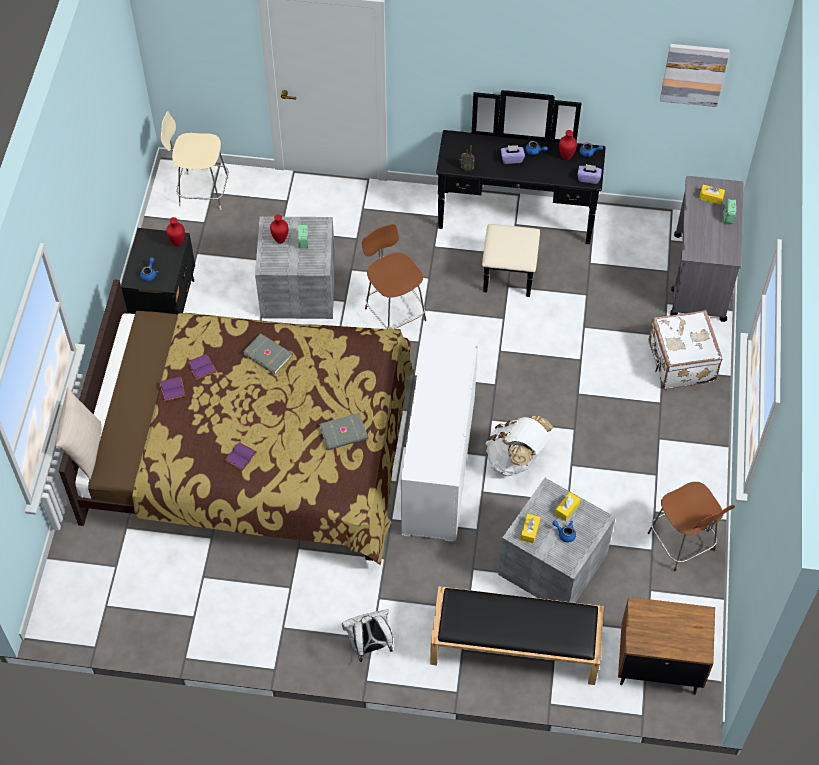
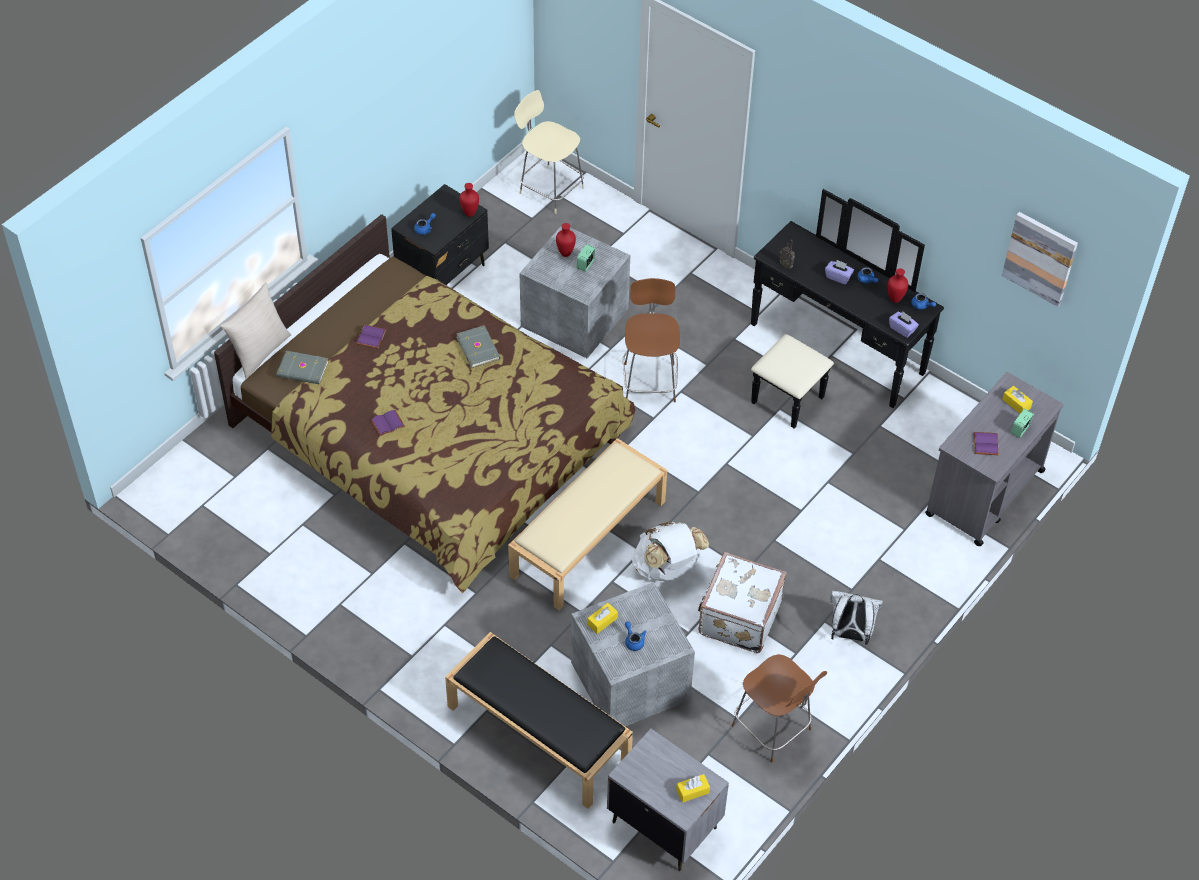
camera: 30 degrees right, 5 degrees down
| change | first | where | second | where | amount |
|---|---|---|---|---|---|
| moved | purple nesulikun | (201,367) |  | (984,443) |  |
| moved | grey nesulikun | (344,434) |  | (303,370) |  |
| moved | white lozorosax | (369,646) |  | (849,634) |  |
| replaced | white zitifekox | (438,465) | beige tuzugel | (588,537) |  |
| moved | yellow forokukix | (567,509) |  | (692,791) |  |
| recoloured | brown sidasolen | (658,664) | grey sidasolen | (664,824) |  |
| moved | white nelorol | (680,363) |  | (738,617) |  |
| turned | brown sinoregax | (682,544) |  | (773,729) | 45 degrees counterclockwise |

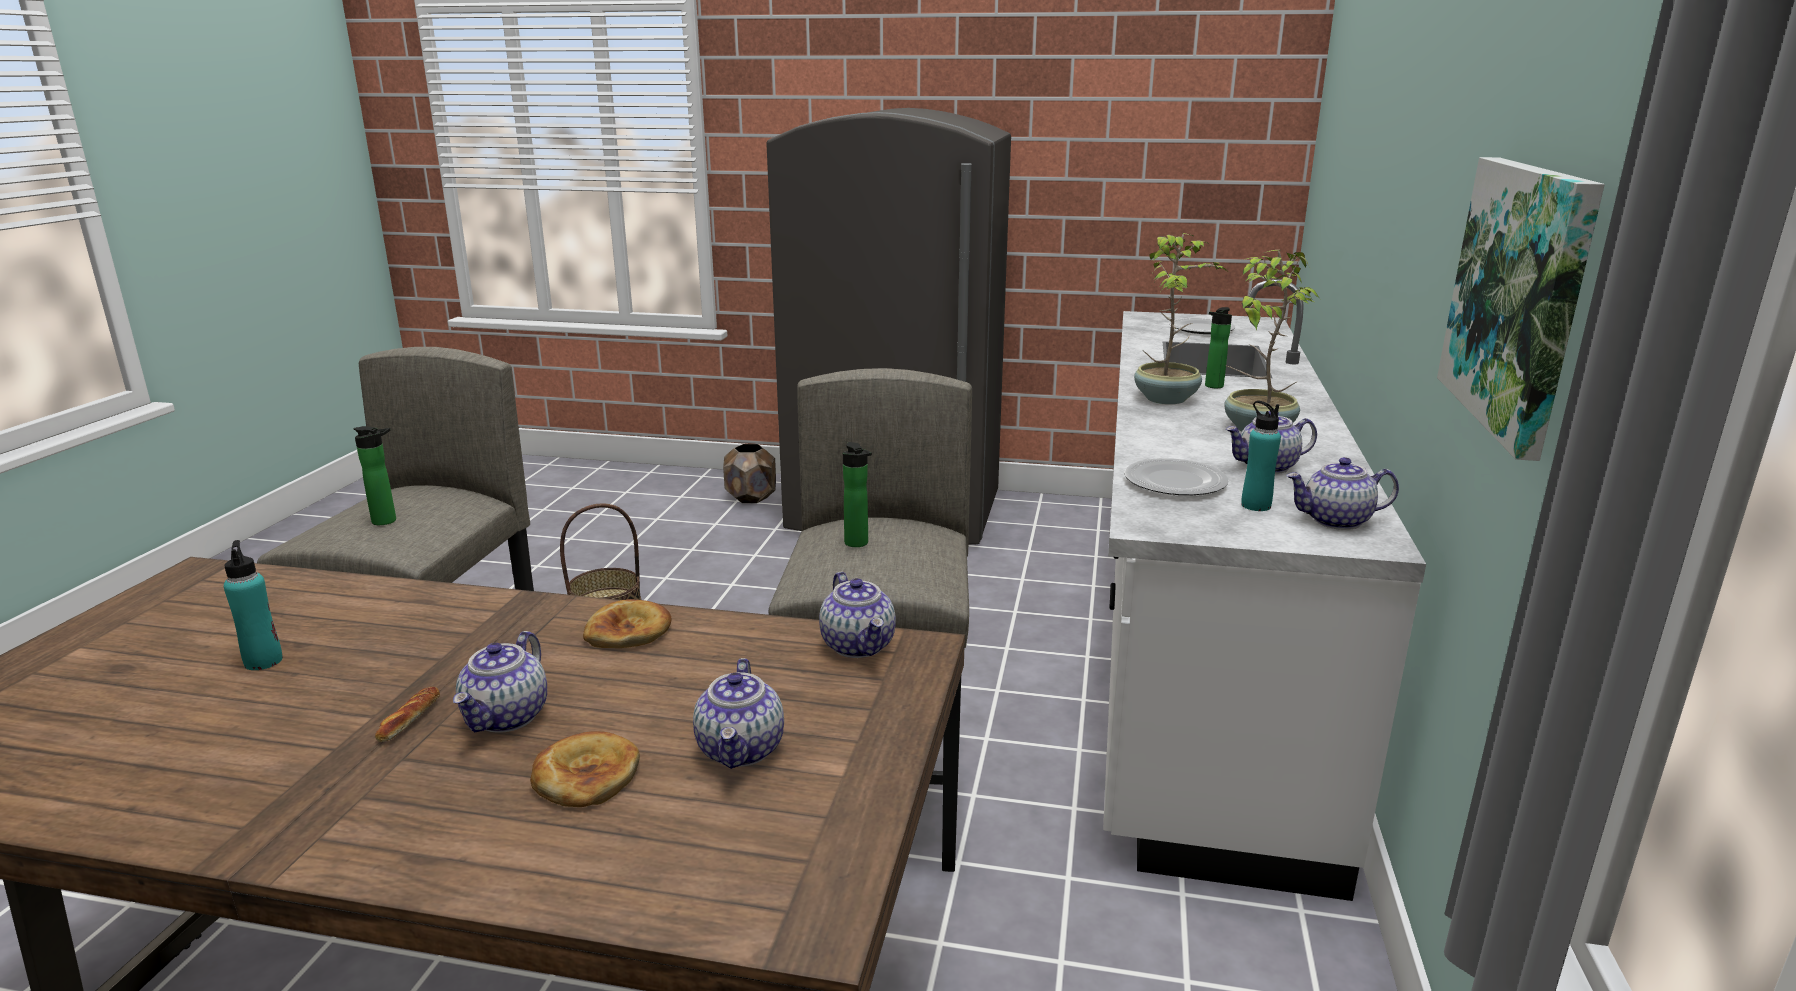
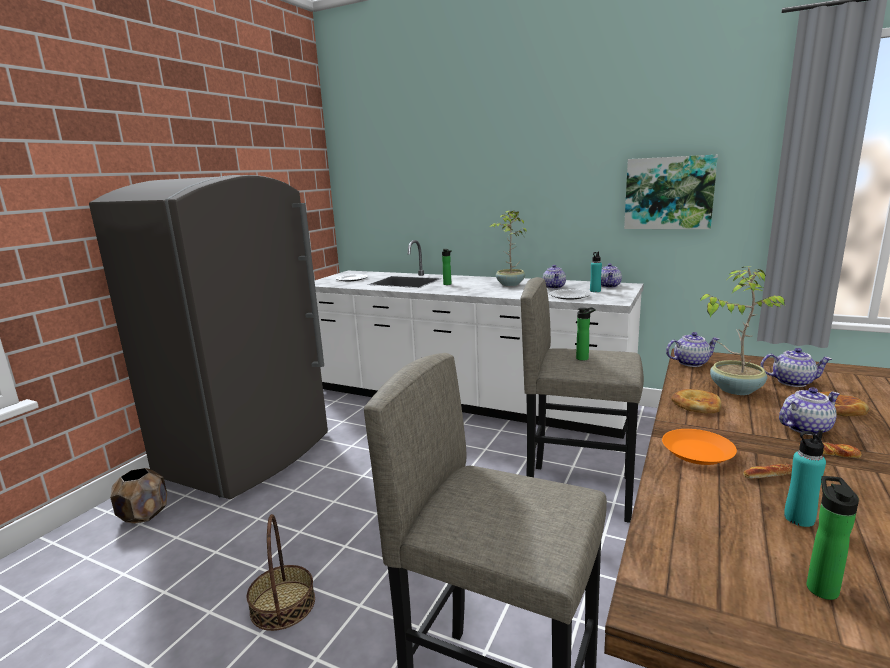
camera: 75 degrees left, 5 degrees down
| change | first | where | second | where | amount |
|---|---|---|---|---|---|
| moved | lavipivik | (388,521) |  | (820,586) |  |
| turned | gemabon | (507,717) |  | (805,428) | 45 degrees counterclockwise |
| moved | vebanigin | (1167,399) |  | (735,389) |  |
| added |  |  | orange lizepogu | (697,452) |  |
| added |  |  | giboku | (769,475) |  |

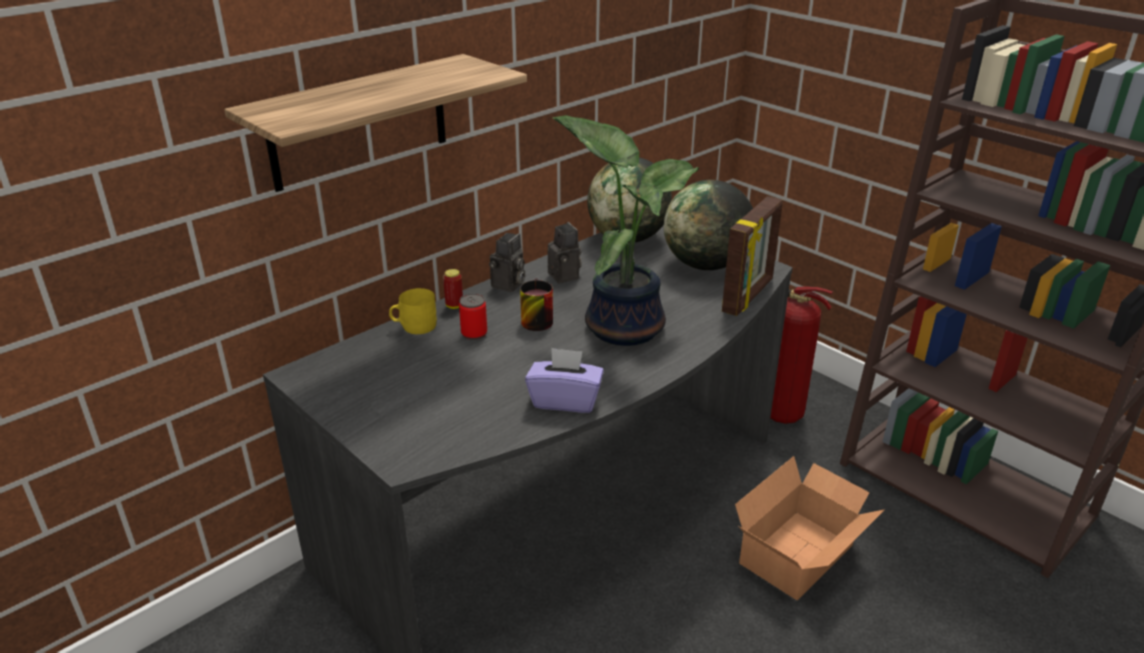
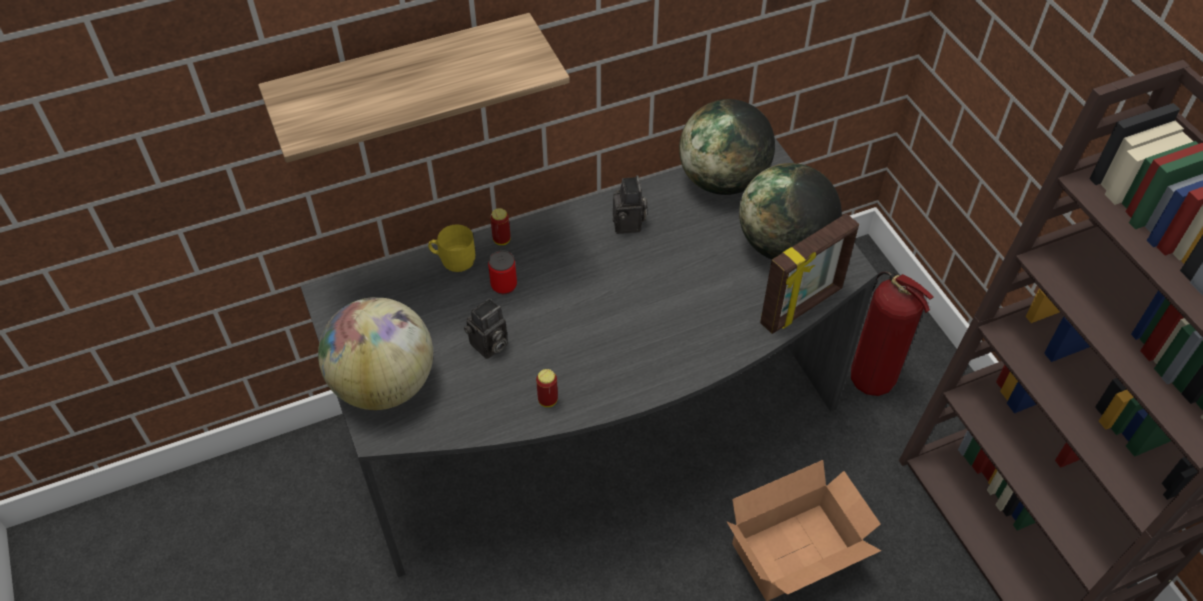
camera: 20 degrees right, 20 degrees up
| change | first | where | second | where | amount |
|---|---|---|---|---|---|
| moved | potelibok | (508,285) |  | (488,346) |  |
| removed | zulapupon | (534,319) |  |  |  |
| replaced | purple forokukix | (565,400) | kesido | (548,400) |  |
| removed | vebanigin | (624,325) |  |  |  |
| added |  |  | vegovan | (384,384) |  |

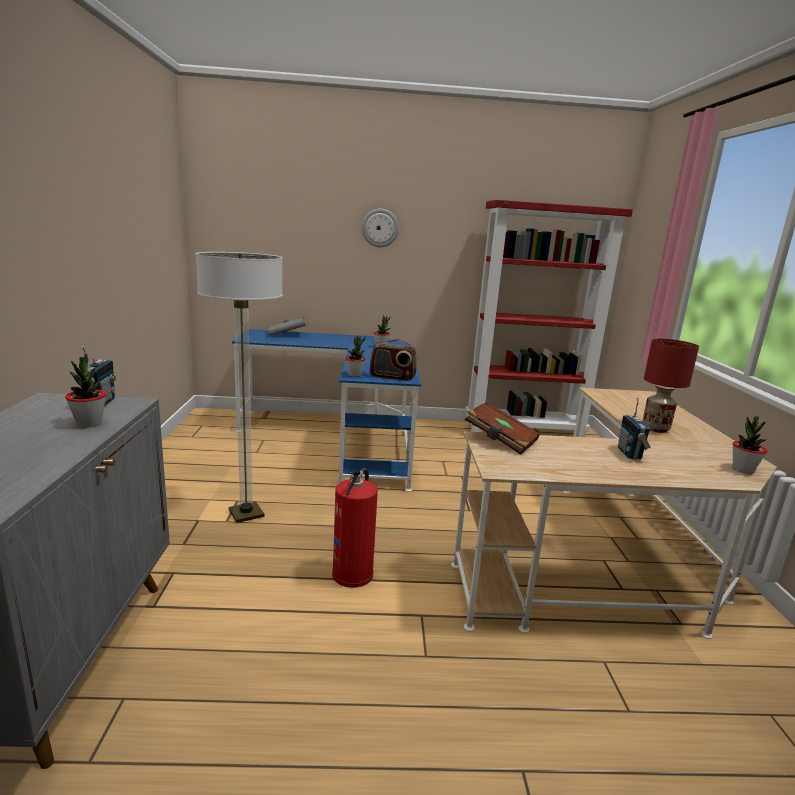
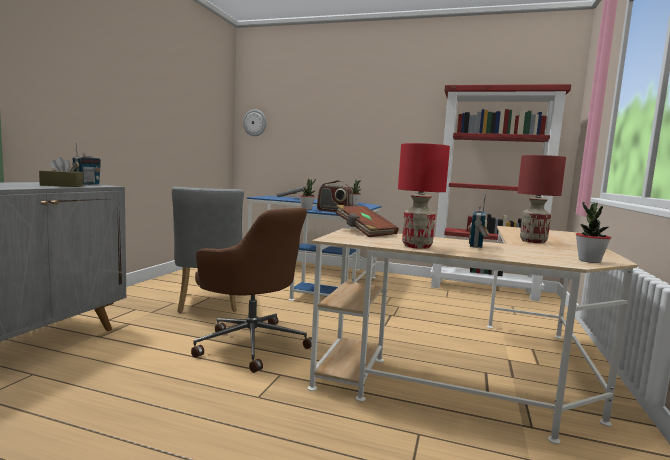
camera: 20 degrees right, 10 degrees down
| change | first | where | second | where | amount |
|---|---|---|---|---|---|
| replaced | vebanigin | (89,423) | brown forokukix | (62,185) |  |
| replaced | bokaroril | (246,513) | grey sinoregax | (208,304) |  |
| replaced | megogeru | (353,573) | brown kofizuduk | (251,344) |  |
| moved | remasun | (380,228) |  | (255,123) |  |
| added |  |  | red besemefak | (416,246) |  |

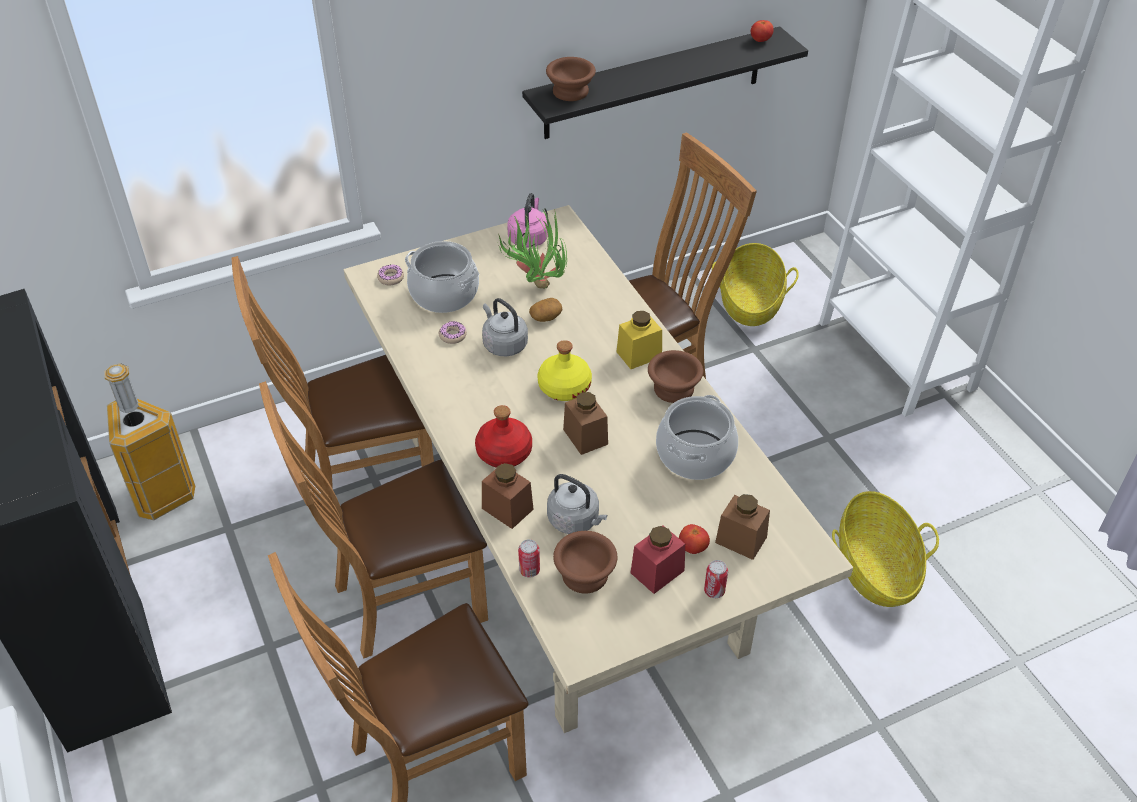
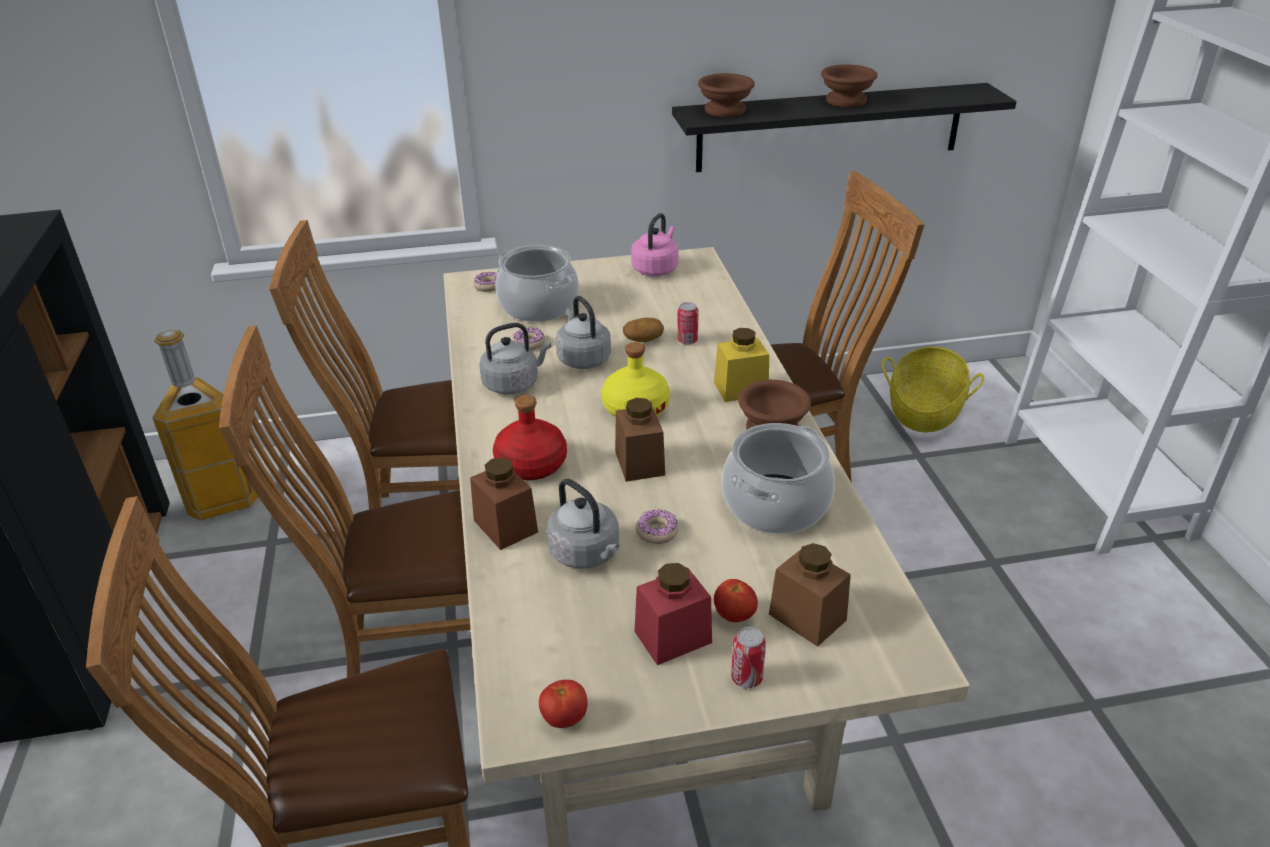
camera: 15 degrees right, 10 degrees down
| change | first | where | second | where | amount |
|---|---|---|---|---|---|
| removed | vebanigin | (535,283) |  |  |  |
| moved | kesido | (529,570) |  | (687,340) |  |
| moved | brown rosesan | (583,575) |  | (844,101) |  |
| moved | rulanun | (760,40) |  | (564,718) |  |
| removed | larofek | (875,568) |  |  |  |
| added |  |  | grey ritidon | (514,383) |  |
| added |  |  | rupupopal | (657,532) |  |

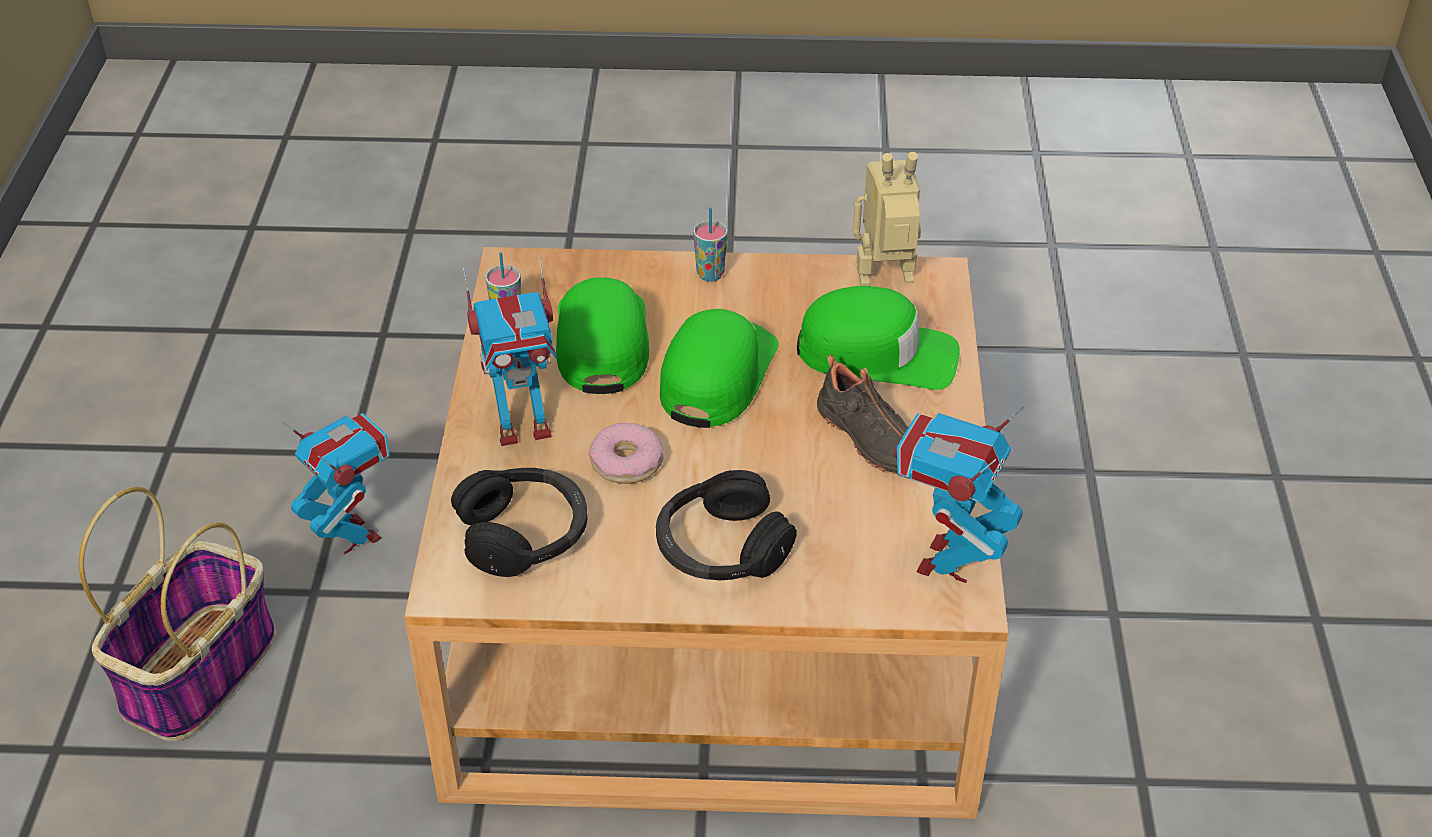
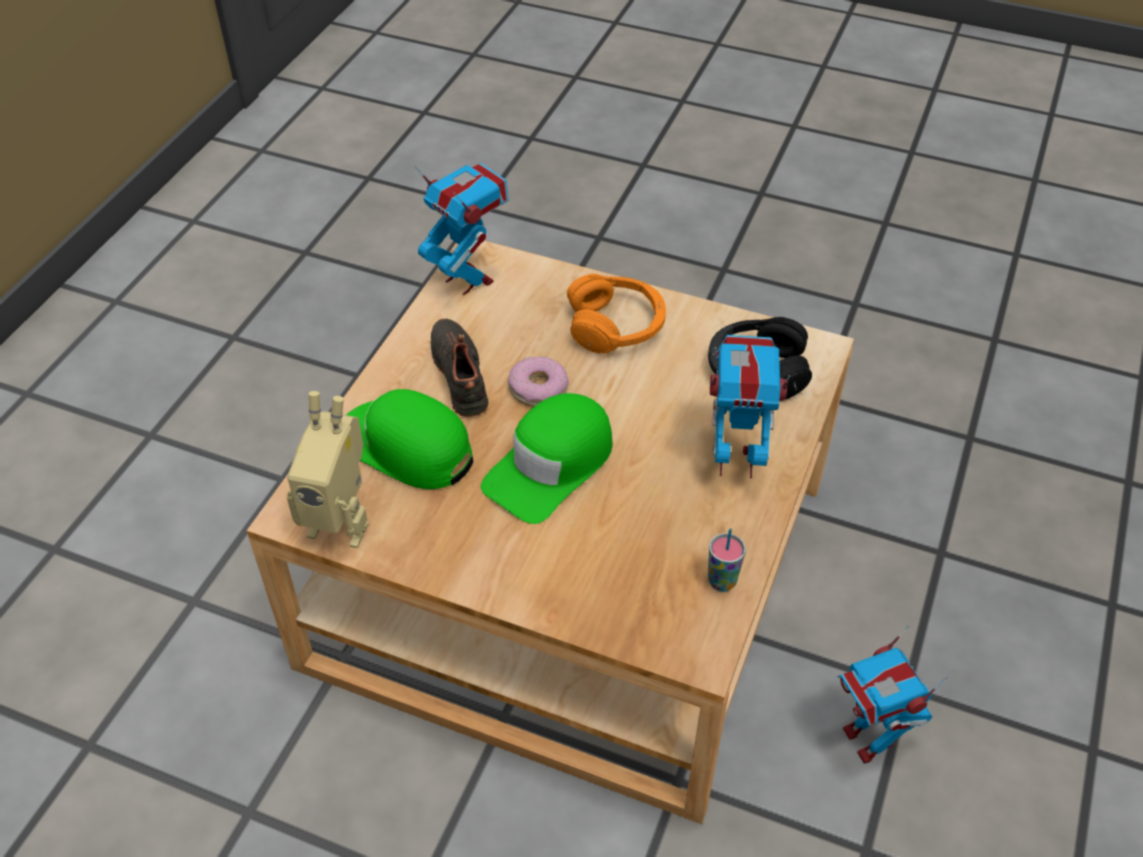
camera: 160 degrees left, 5 degrees up
| change | first | where | second | where | amount |
|---|---|---|---|---|---|
| removed | larofek | (199,670) |  |  |  |
| removed | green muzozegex | (601,342) |  |  |  |
| moved | rupupopal | (627,462) |  | (538,389) |  |
| recoloured | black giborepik | (721,548) | orange giborepik | (616,326) |  |
| removed | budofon | (710,274) |  |  |  |
| turned | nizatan | (947,561) |  | (468,280) | 90 degrees counterclockwise |

